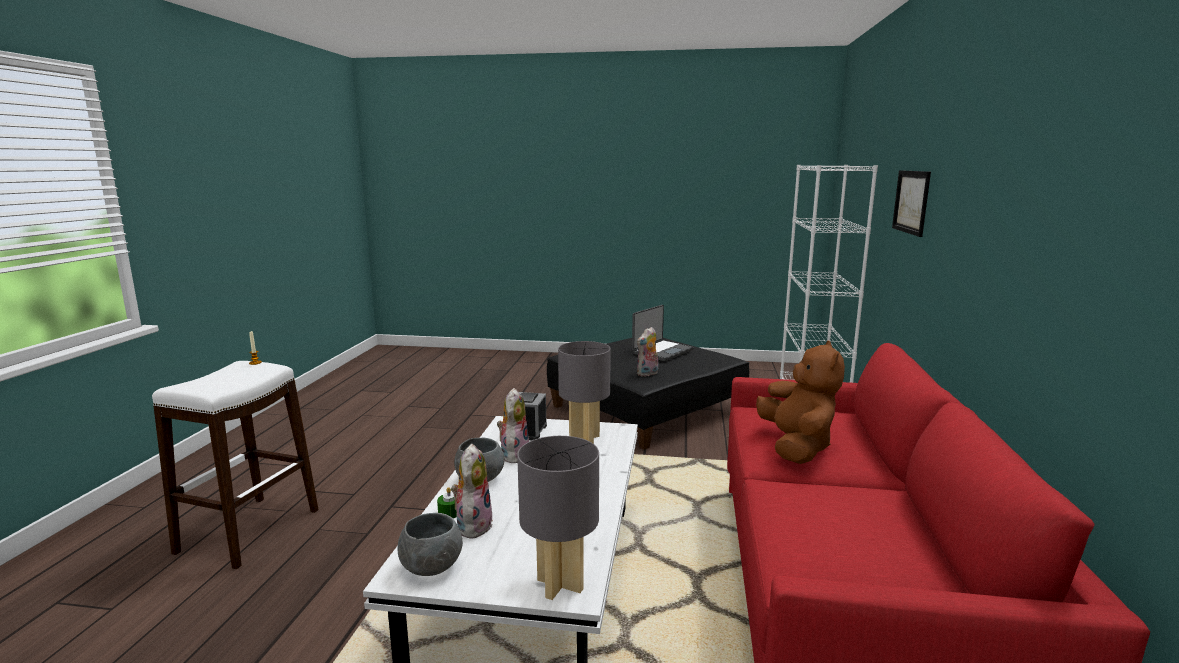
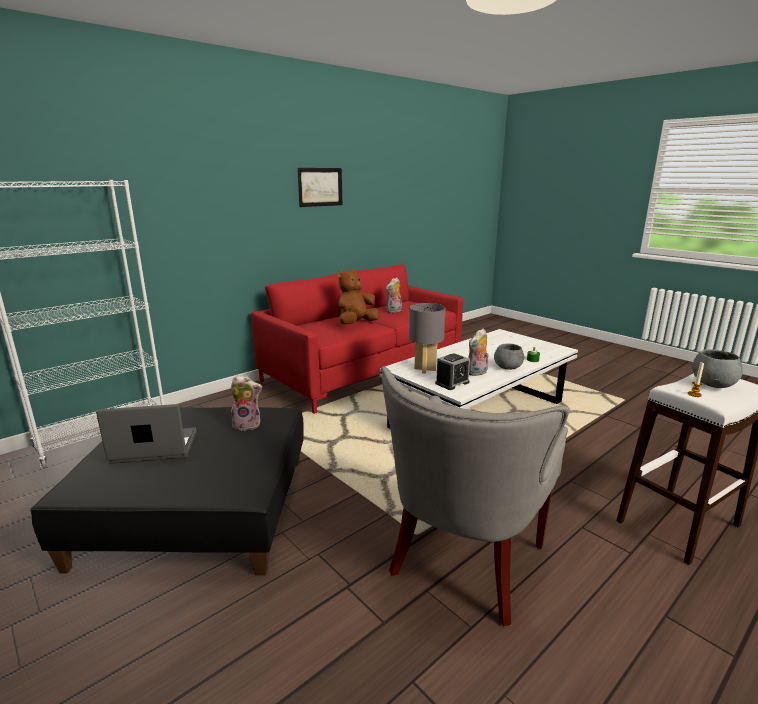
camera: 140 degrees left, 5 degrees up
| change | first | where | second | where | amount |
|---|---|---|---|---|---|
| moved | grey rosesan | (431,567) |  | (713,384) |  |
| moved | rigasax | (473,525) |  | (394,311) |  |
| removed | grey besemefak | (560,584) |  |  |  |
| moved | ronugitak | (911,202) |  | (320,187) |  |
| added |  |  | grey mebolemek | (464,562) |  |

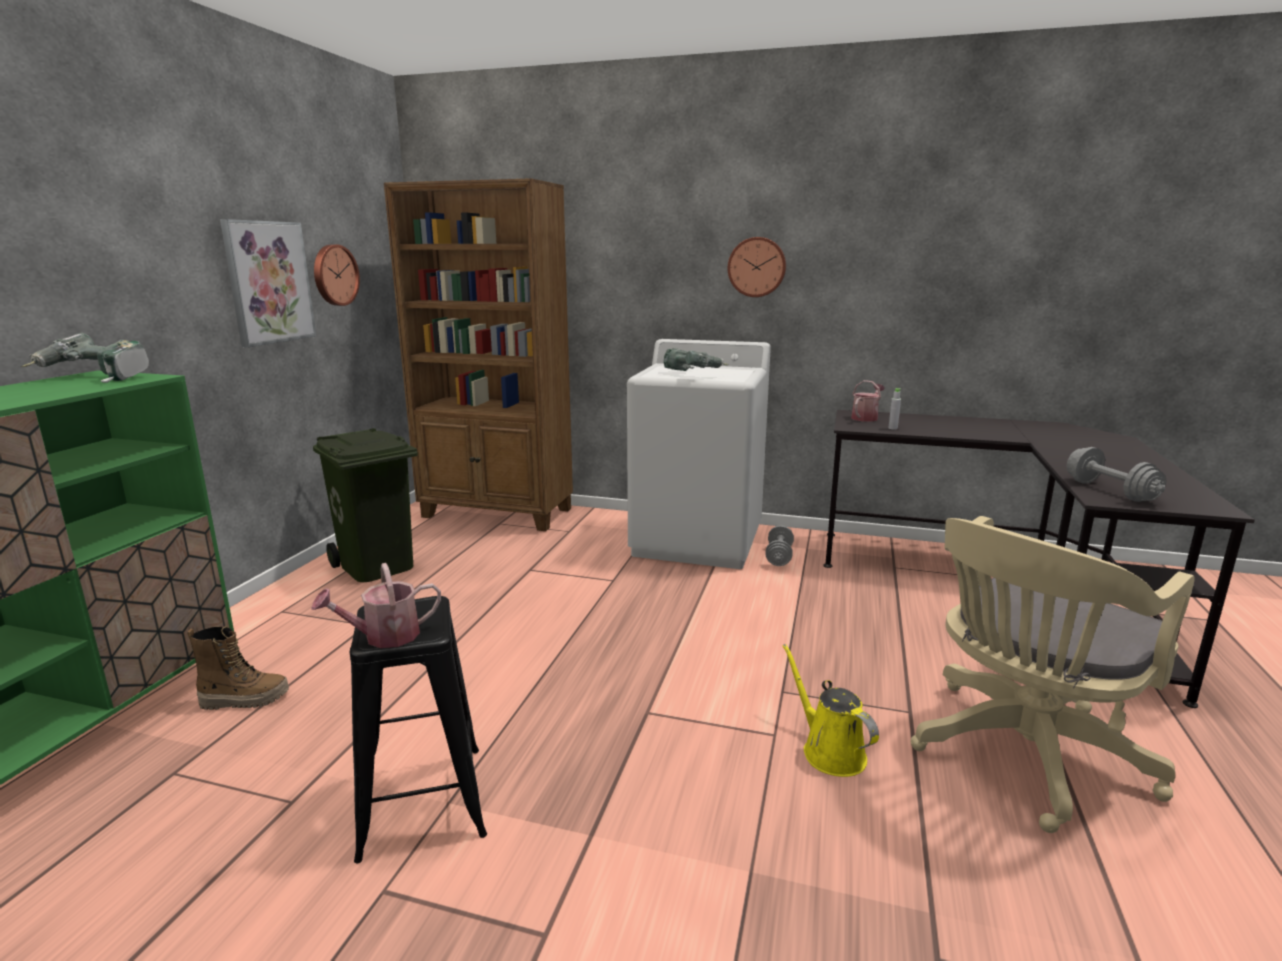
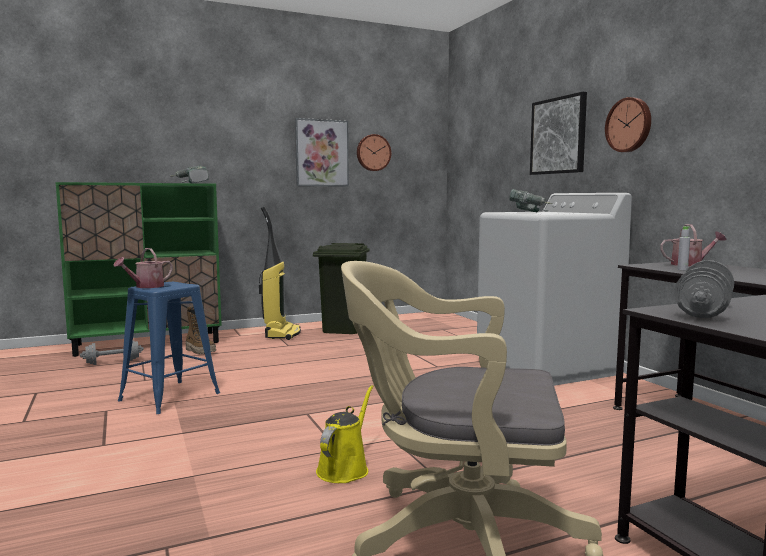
camera: 50 degrees right, 10 degrees down
| change | first | where | second | where | amount |
|---|---|---|---|---|---|
| turned | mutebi | (384,637) |  | (146,286) | 75 degrees counterclockwise |
| recoloured | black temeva | (422,801) | blue temeva | (169,397) |  |
| removed | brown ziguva | (498,513) |  |  |  |
| moved | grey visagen | (779,557) |  | (113,362) |  |
| added |  |  | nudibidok | (282,334) |  |
| added |  |  | ronugitak | (558,136) |  |

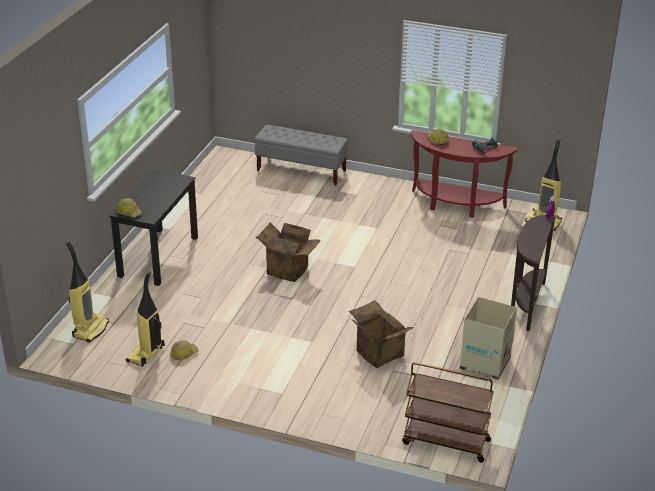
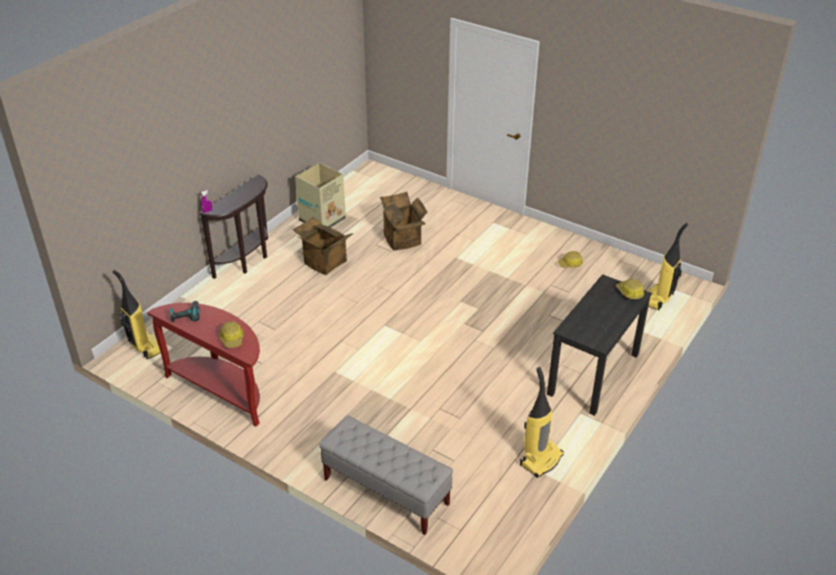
camera: 165 degrees left, 5 degrees up
| change | first | where | second | where | amount |
|---|---|---|---|---|---|
| moved | nudibidok | (146,354) |  | (541,459) |  |
| moved | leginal | (289,269) |  | (323,263) |  |
| removed | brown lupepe | (445,442) |  |  |  |

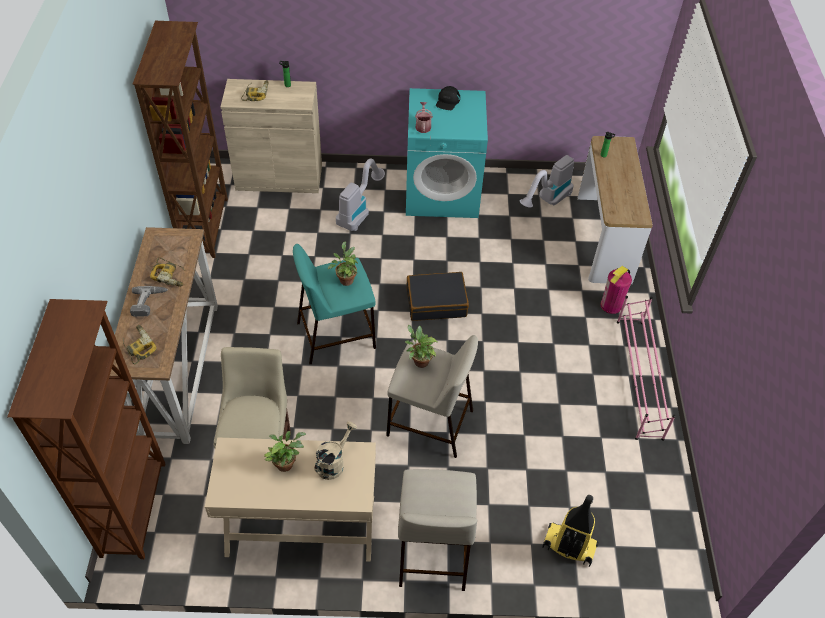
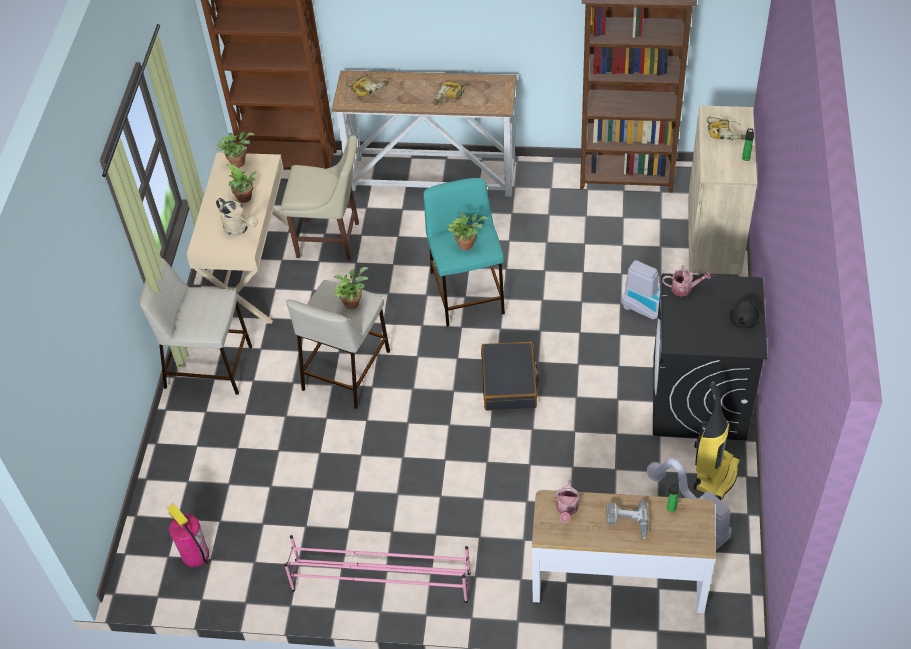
camera: 100 degrees right, 0 degrees up
| change | first | where | second | where | amount |
|---|---|---|---|---|---|
| moved | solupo | (149,303) |  | (627,523) |  |
| recoloured | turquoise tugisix | (442,192) | black tugisix | (699,399) |  |
| moved | nudibidok | (568,546) |  | (715,474) |  |
| moved | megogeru | (611,305) |  | (195,554) |  |
| added |  |  | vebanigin | (240,162) |  |
| added |  |  | mutebi | (567,509) |  |

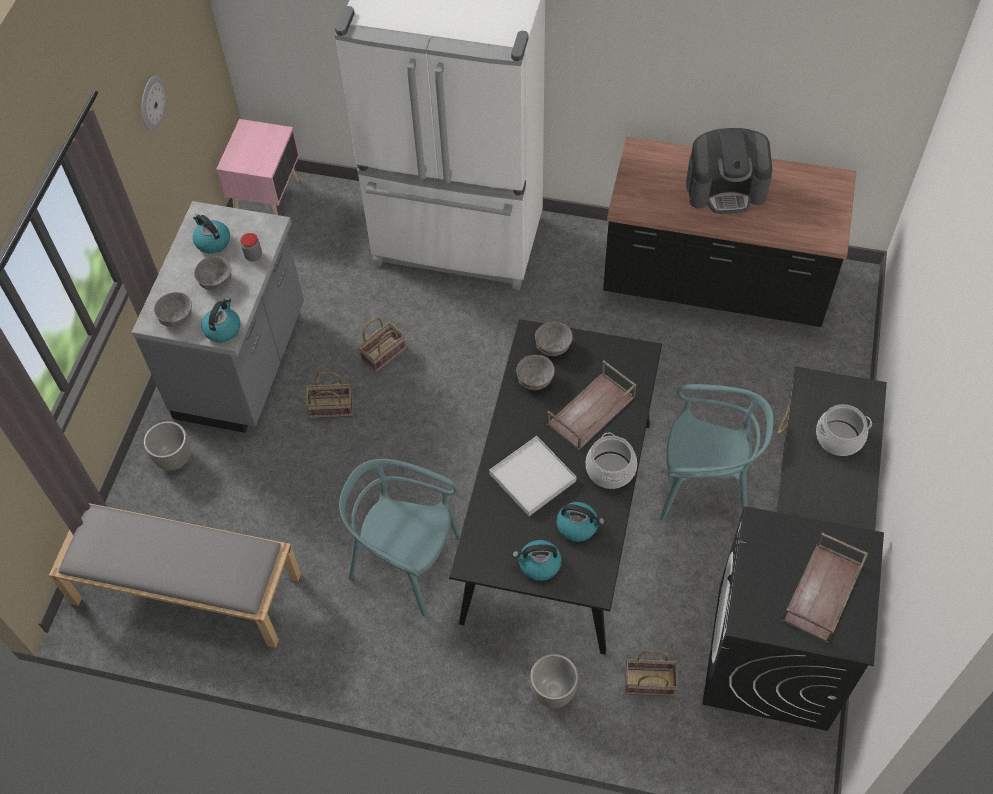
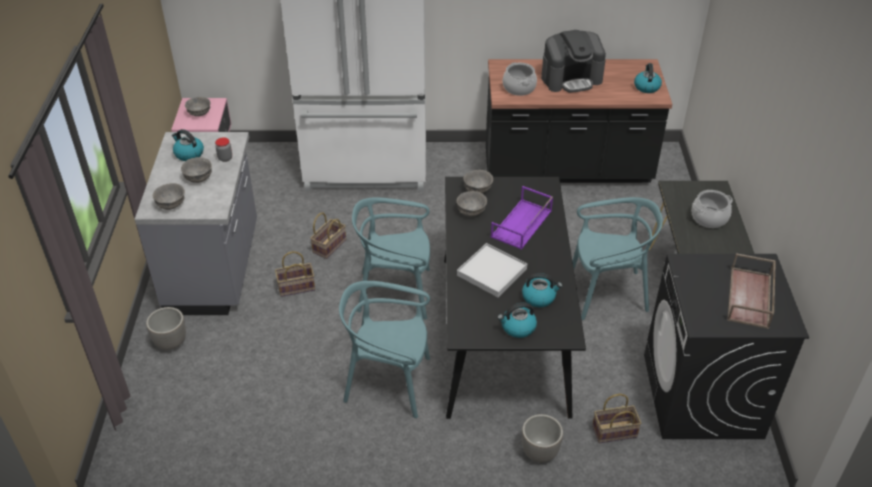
camera: 15 degrees left, 15 degrees down
| change | first | where | second | where | amount |
|---|---|---|---|---|---|
| removed | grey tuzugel | (184,589) |  |  |  |
| removed | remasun | (151,102) |  |  |  |
| moved | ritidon | (222,329) |  | (646,87) |  |
| recoloured | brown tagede | (591,412) | purple tagede | (521,224) |  |
| moved | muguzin | (610,470) |  | (518,88) |  |
| added |  |  | grey rosesan | (199,113) |  |
| added |  |  | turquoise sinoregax | (395,292) |  |

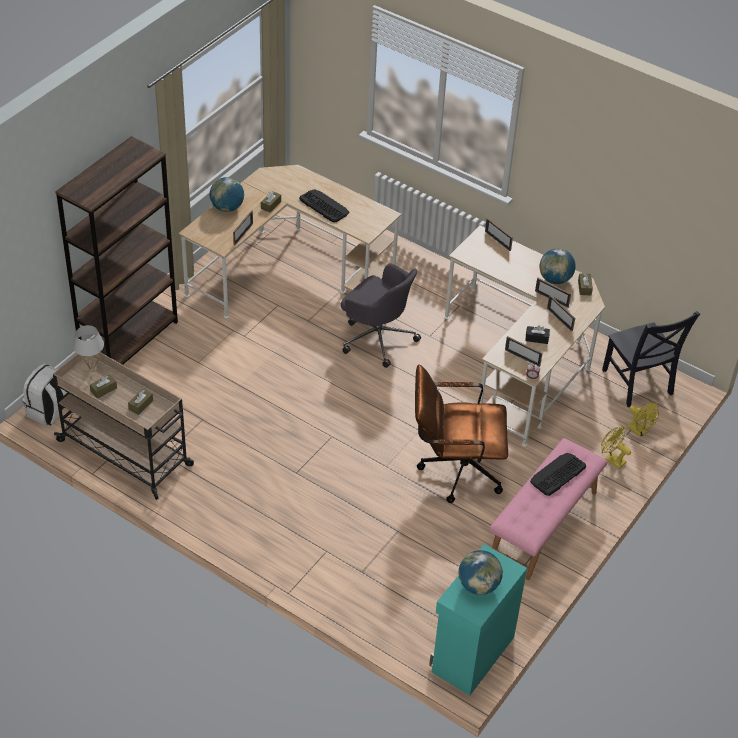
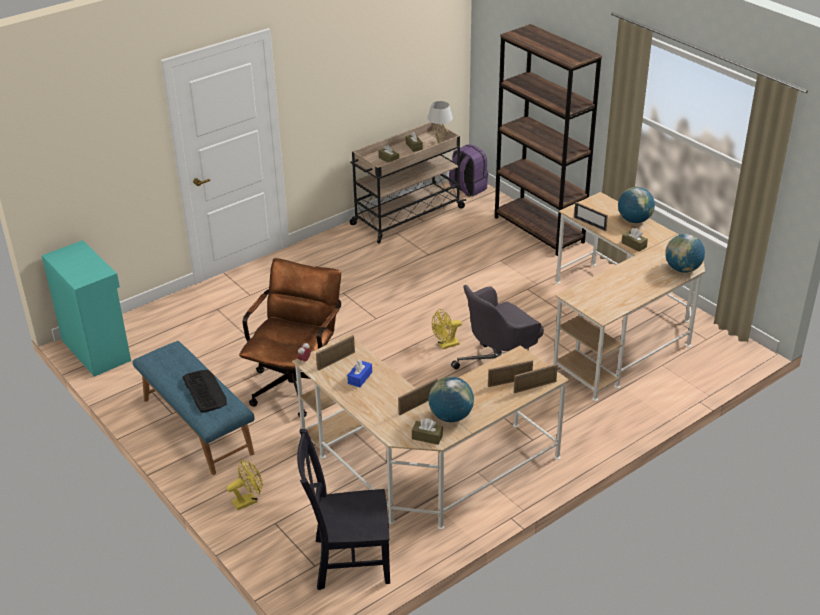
camera: 110 degrees right, 10 degrees down
| change | first | where | second | where | amount |
|---|---|---|---|---|---|
| recoloured | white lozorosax | (50,412) | purple lozorosax | (467,188) |  |
| removed | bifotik | (324,206) |  |  |  |
| moved | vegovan | (478,585) |  | (682,269) |  |
| recoloured | pink tuzugel | (544,525) | blue tuzugel | (196,426) |  |
| recoloured | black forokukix | (537,338) | blue forokukix | (360,378) |  |
| moved | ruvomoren | (559,319) |  | (510,382) |  |
| moved | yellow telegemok | (639,431) |  | (445,345) |  |

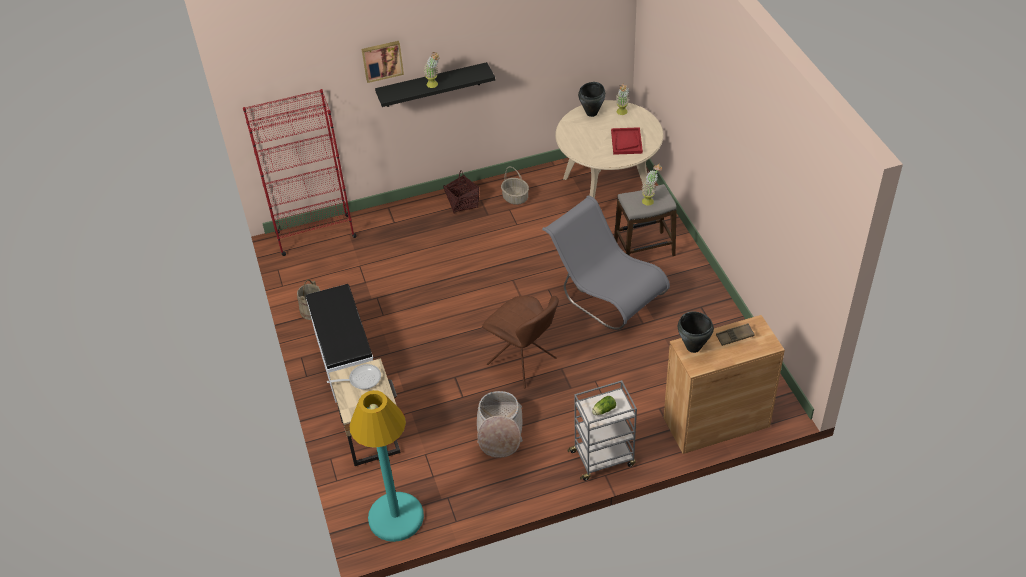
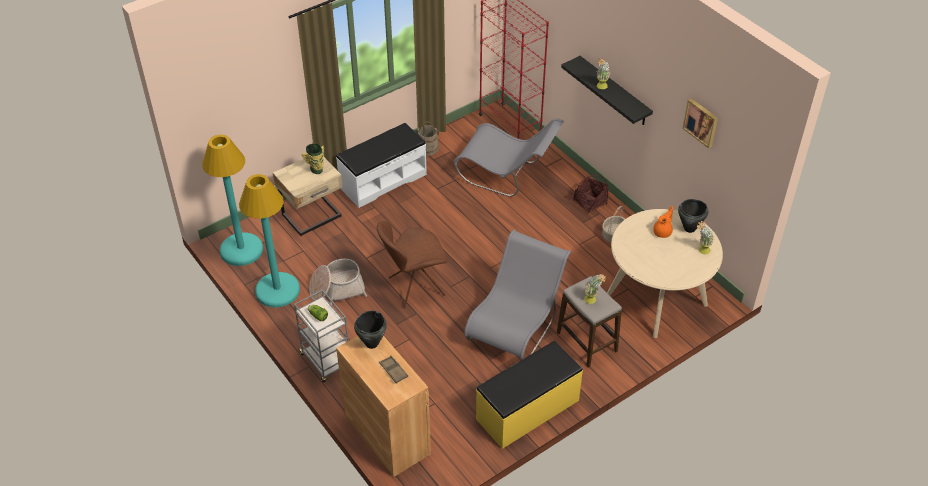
camera: 70 degrees right, 0 degrees up
| change | first | where | second | where | amount |
|---|---|---|---|---|---|
| replaced | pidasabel | (362,379) | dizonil | (317,170) |  |
| moved | ronugitak | (382,60) |  | (701,122) |  |
| turned | brown sinoregax | (523,363) |  | (414,287) | 45 degrees clockwise |
| removed | red tagede | (626,142) |  |  |  |
| added |  |  | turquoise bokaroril | (277,290) |  |
| added |  |  | grey sinoregax | (507,175) |  |
| added |  |  | yellow tuzugel | (528,410) |  |
| added |  |  | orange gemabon | (663,232) |  |

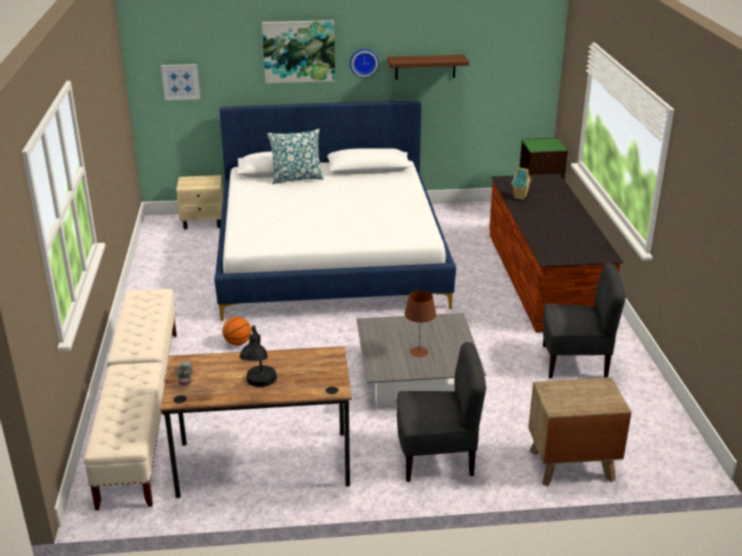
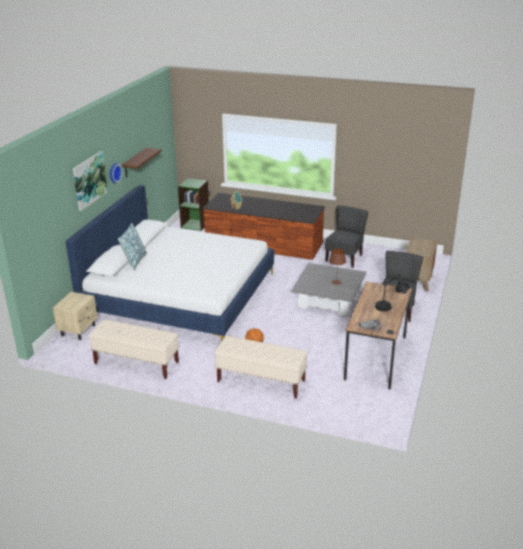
camera: 65 degrees left, 0 degrees up
| change | first | where | second | where | amount |
|---|---|---|---|---|---|
| moved | beige tuzugel | (133,458) |  | (136,363) |  |
| removed | ronugitak | (181,81) |  |  |  |

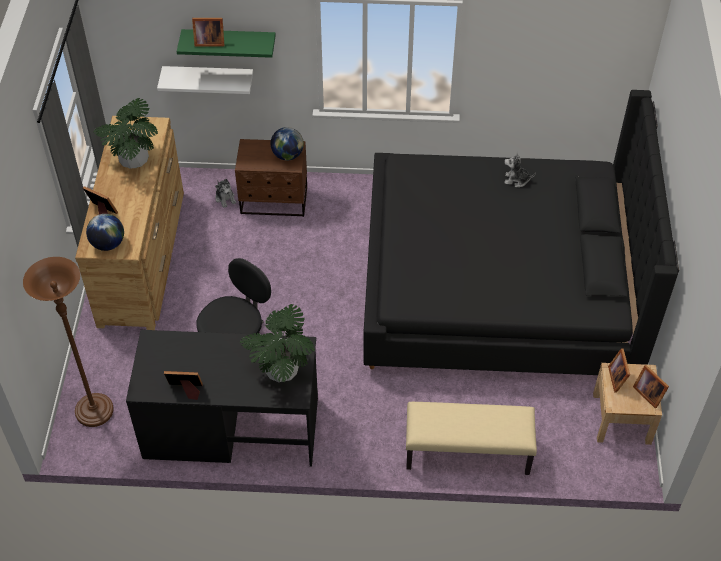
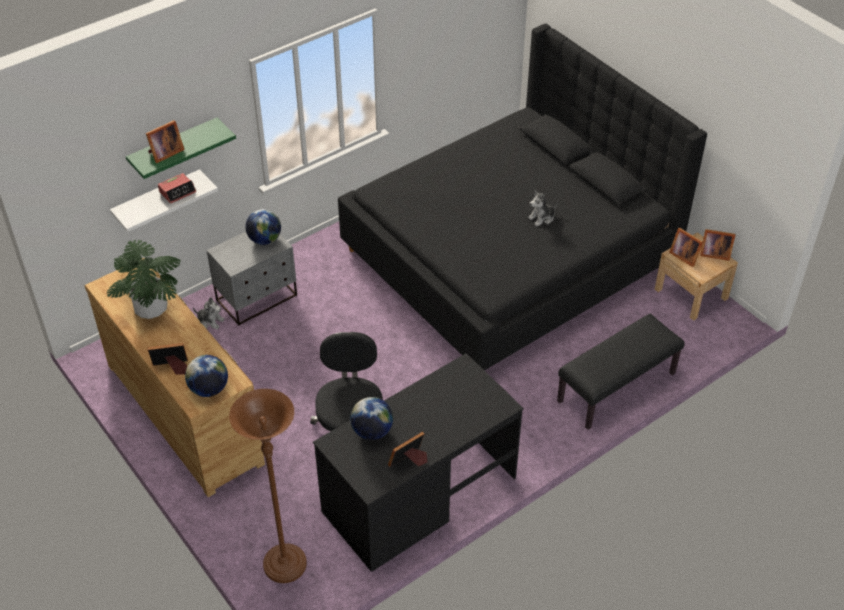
camera: 40 degrees left, 5 degrees down
| change | first | where | second | where | amount |
|---|---|---|---|---|---|
| recoloured | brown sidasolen | (274,201) | grey sidasolen | (257,298) |  |
| removed | vebanigin | (281,370) |  |  |  |
| recoloured | beige tuzugel | (467,453) | black tuzugel | (616,388) |  |
| moved | rigasax | (516,180) |  | (542,218) |  |
| added |  |  | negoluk | (177,192) |  |
| added |  |  | vegovan | (372,431) |  |

